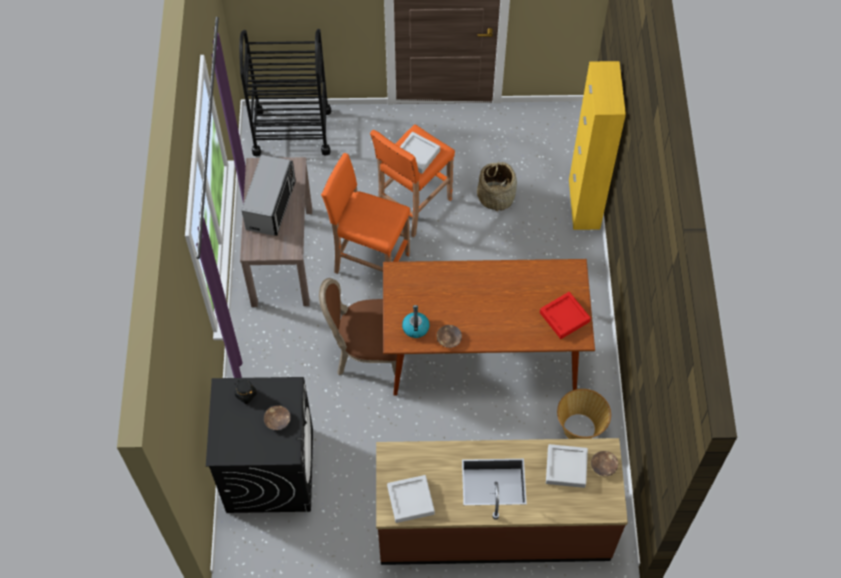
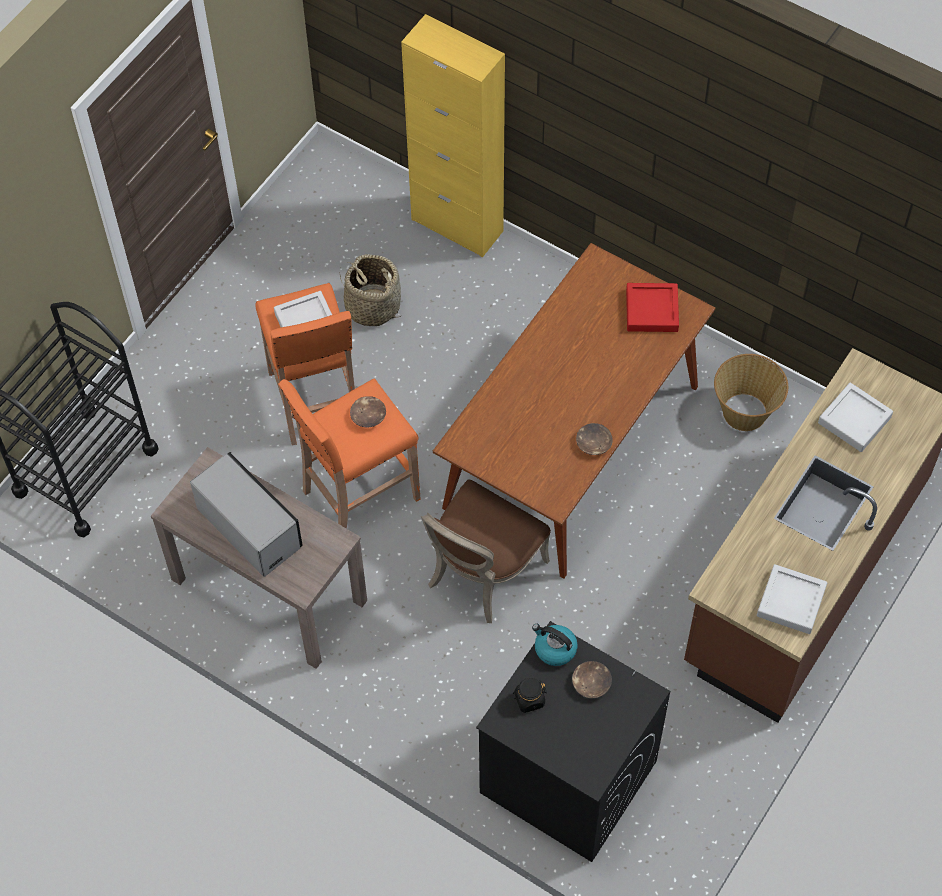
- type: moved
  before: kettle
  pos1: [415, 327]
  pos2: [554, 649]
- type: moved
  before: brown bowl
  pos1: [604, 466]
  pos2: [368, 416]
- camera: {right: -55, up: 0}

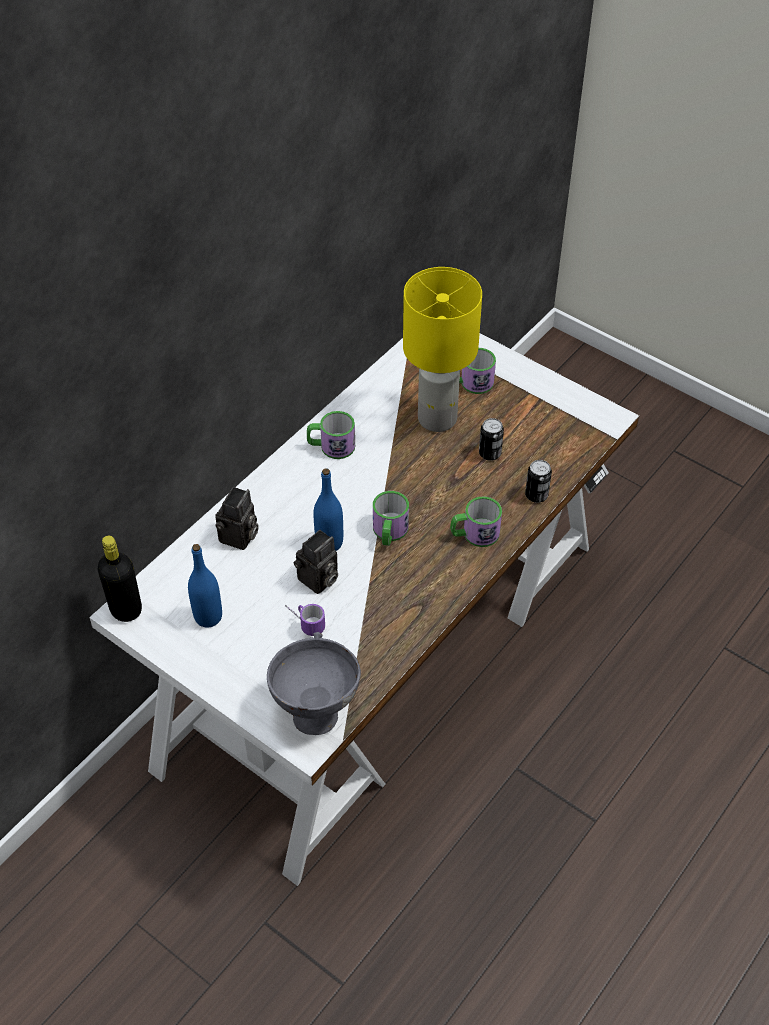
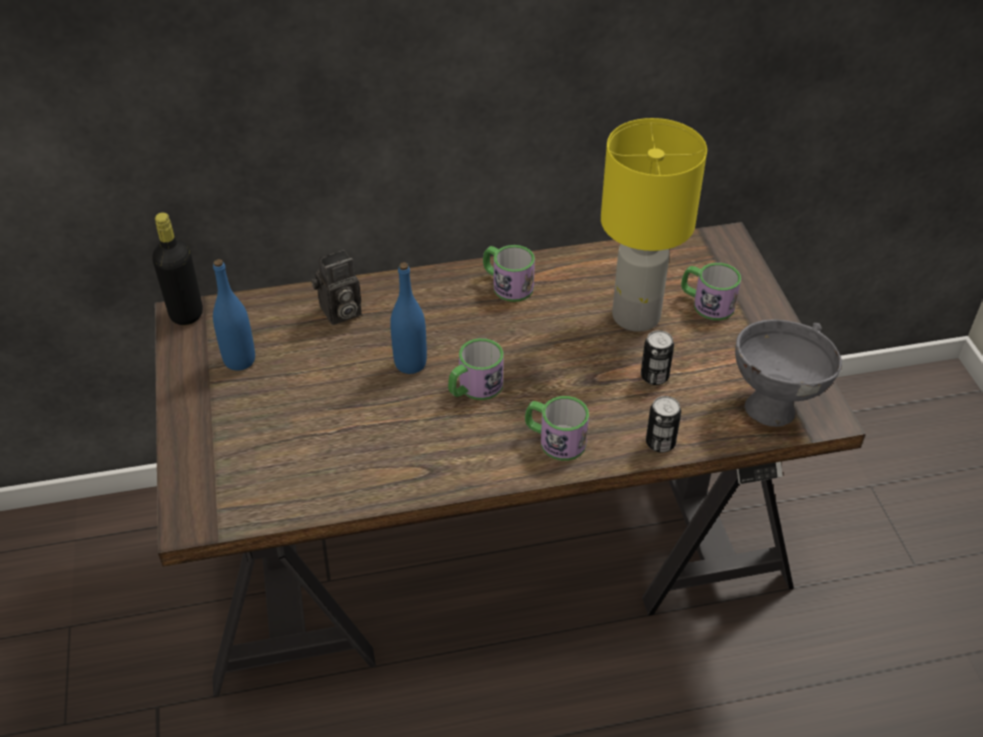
- type: recoloured
  before: white desk
  after: brown desk
  pos1: [380, 651]
  pos2: [490, 546]
- type: removed
  before: photo camera
  pos1: [318, 581]
- type: removed
  before: mug
  pos1: [303, 622]
- type: moved
  before: grey bowl
  pos1: [316, 709]
  pos2: [775, 404]
- camera: {right: 40, up: -5}

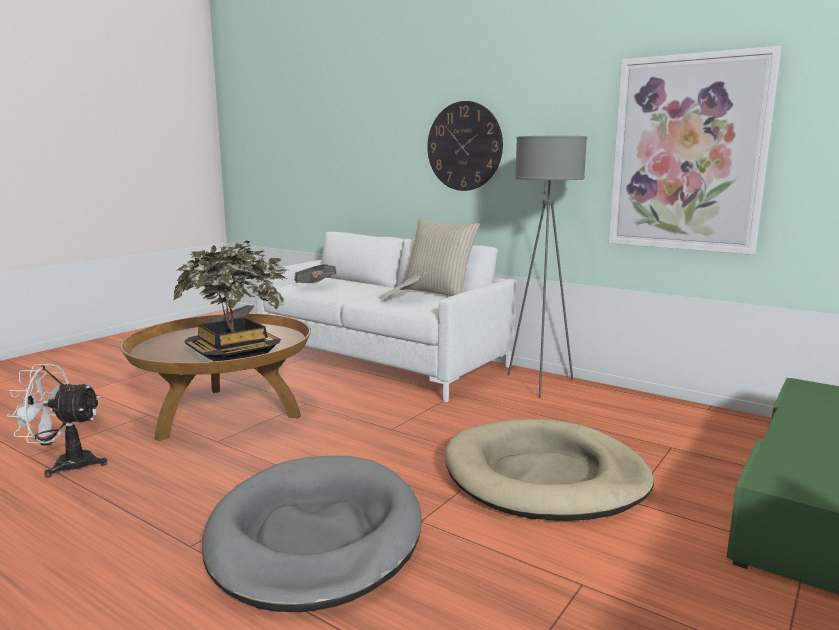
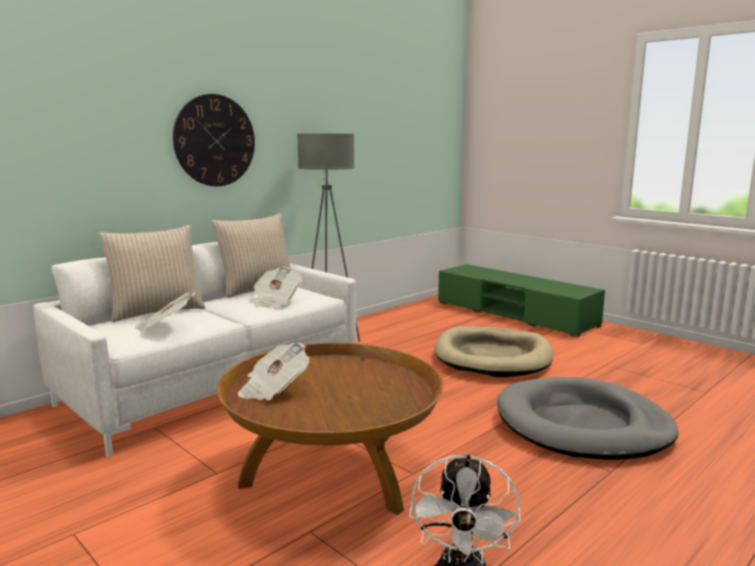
- type: removed
  before: picture
  pos1: [687, 154]
- type: removed
  before: potted plant
  pos1: [233, 354]
- type: added
  after: beige pillow
  pos2: [156, 311]
- camera: {right: -80, up: 0}

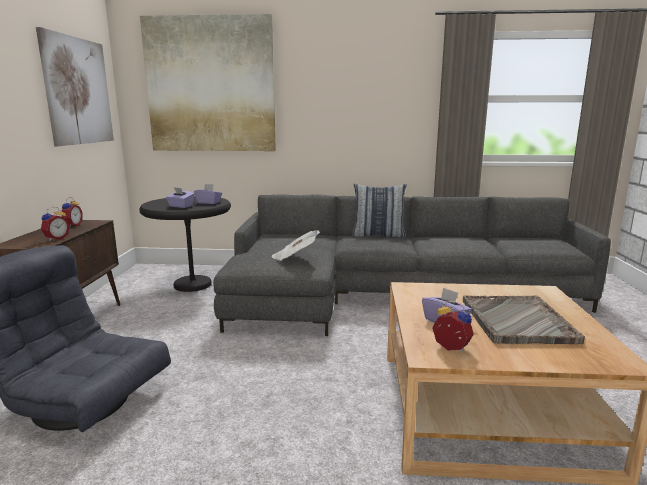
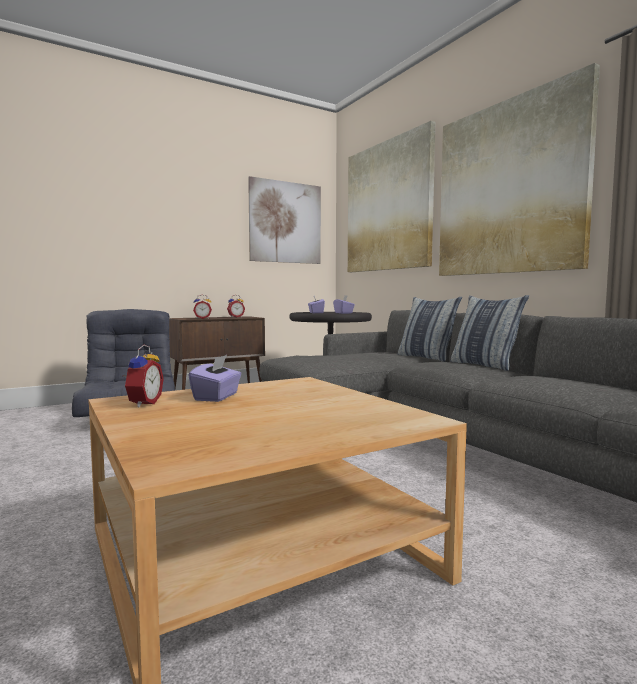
- type: removed
  before: newspaper
  pos1: [294, 258]
- type: removed
  before: grey tray
  pos1: [517, 321]
- type: added
  after: picture
  pos2: [508, 188]
- type: added
  after: pillow
  pos2: [426, 357]
- camera: {right: 55, up: -10}

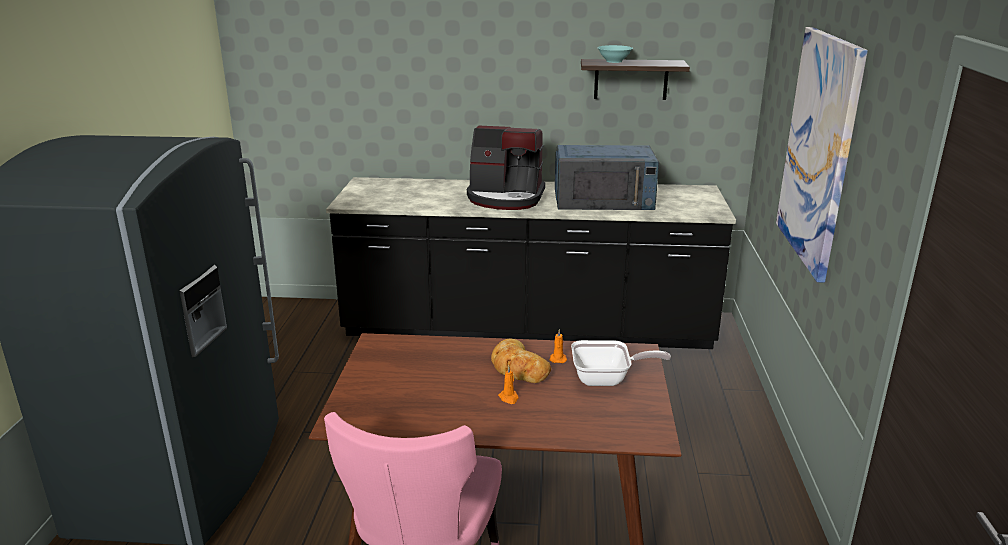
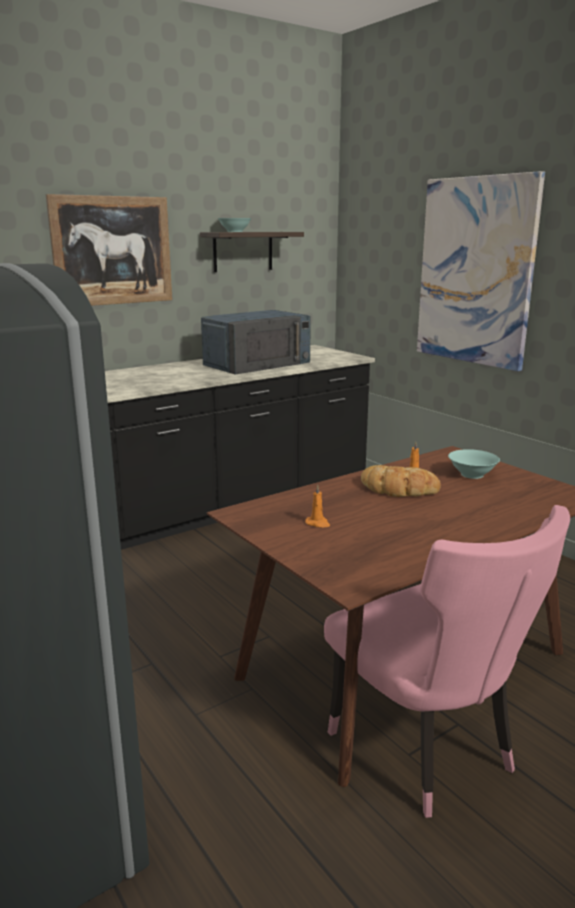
- type: removed
  before: coffee machine
  pos1: [506, 198]
- type: replaced
  before: frying pan
  after: turquoise bowl
  pos1: [607, 379]
  pos2: [472, 474]
- type: moved
  before: orange candle
  pos1: [509, 398]
  pos2: [318, 523]
- type: added
  after: picture
  pos2: [112, 251]
- camera: {right: -40, up: -5}

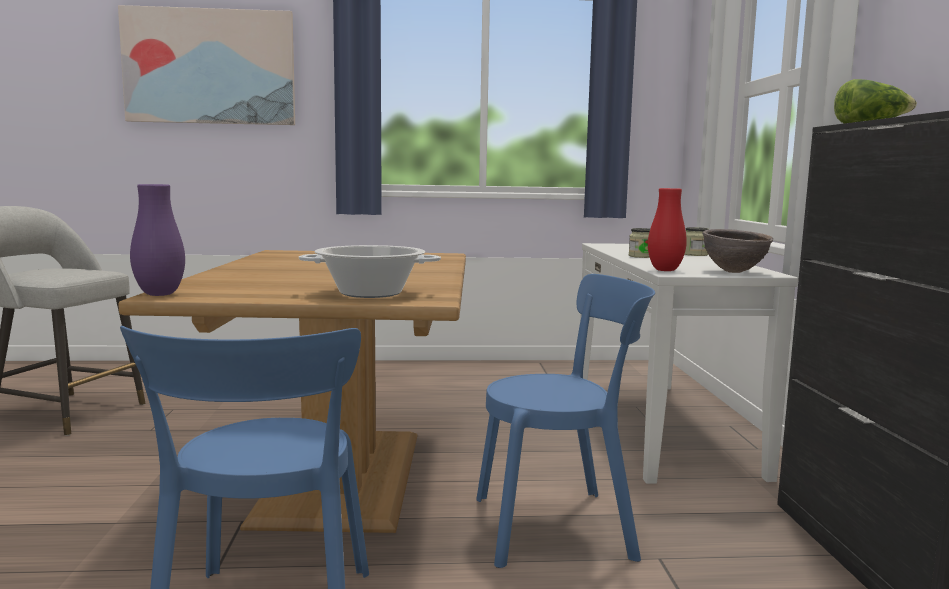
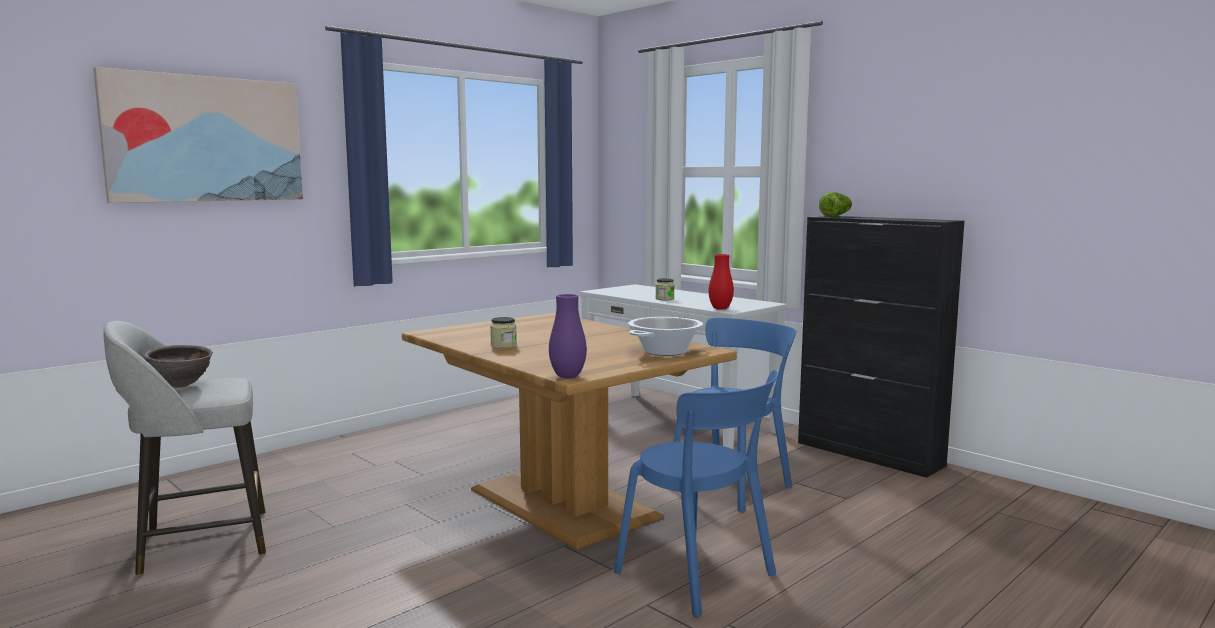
- type: moved
  before: jar
  pos1: [695, 254]
  pos2: [503, 346]
- type: moved
  before: brown bowl
  pos1: [734, 272]
  pos2: [181, 386]
- camera: {right: -40, up: 0}

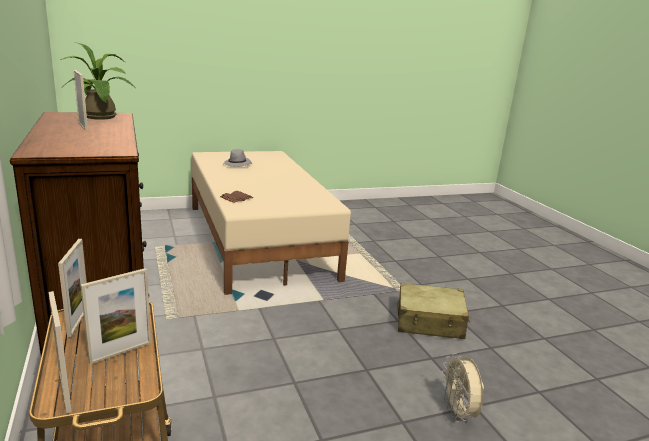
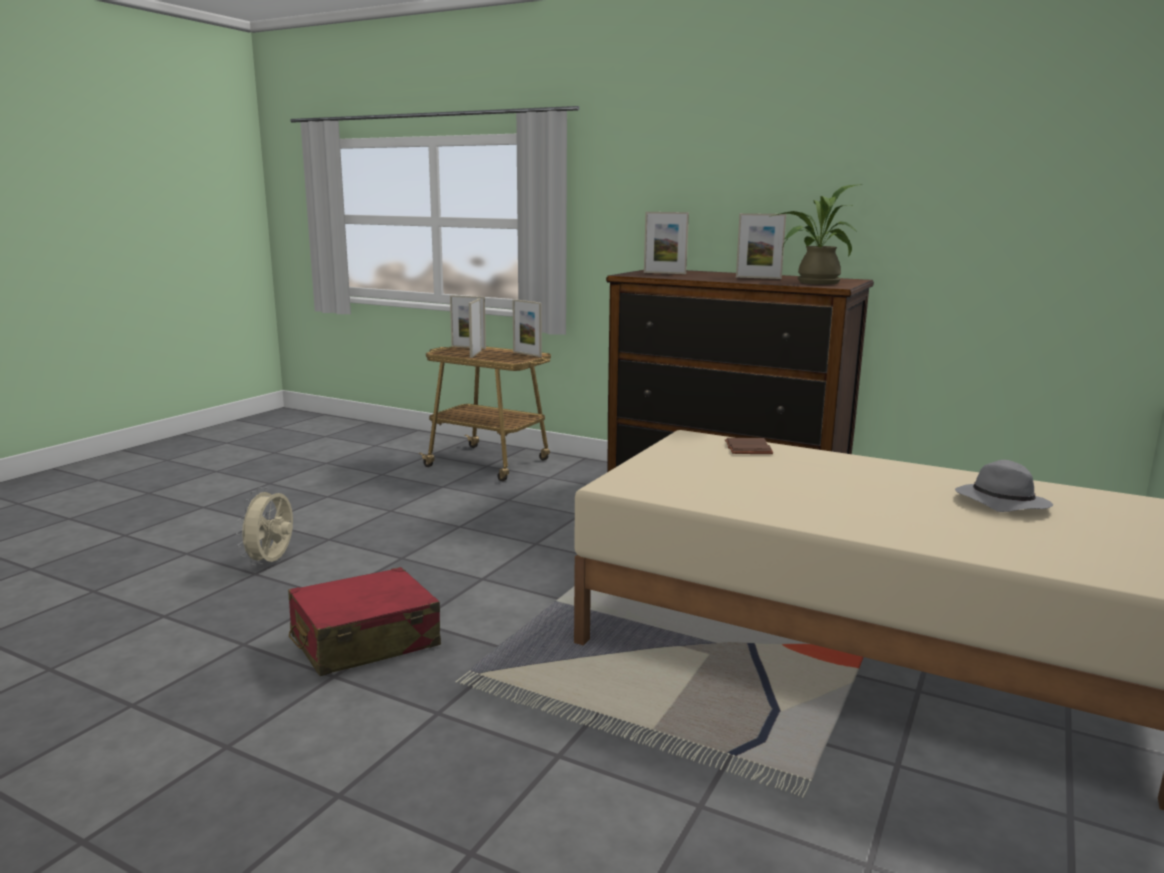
- type: recoloured
  before: beige suitcase
  after: red suitcase
  pos1: [430, 322]
  pos2: [364, 641]
- type: turned
  before: beige fan
  pos1: [458, 413]
  pos2: [272, 562]
  turn: -120
- type: added
  after: picture frame
  pos2: [664, 273]
- camera: {right: 140, up: -5}

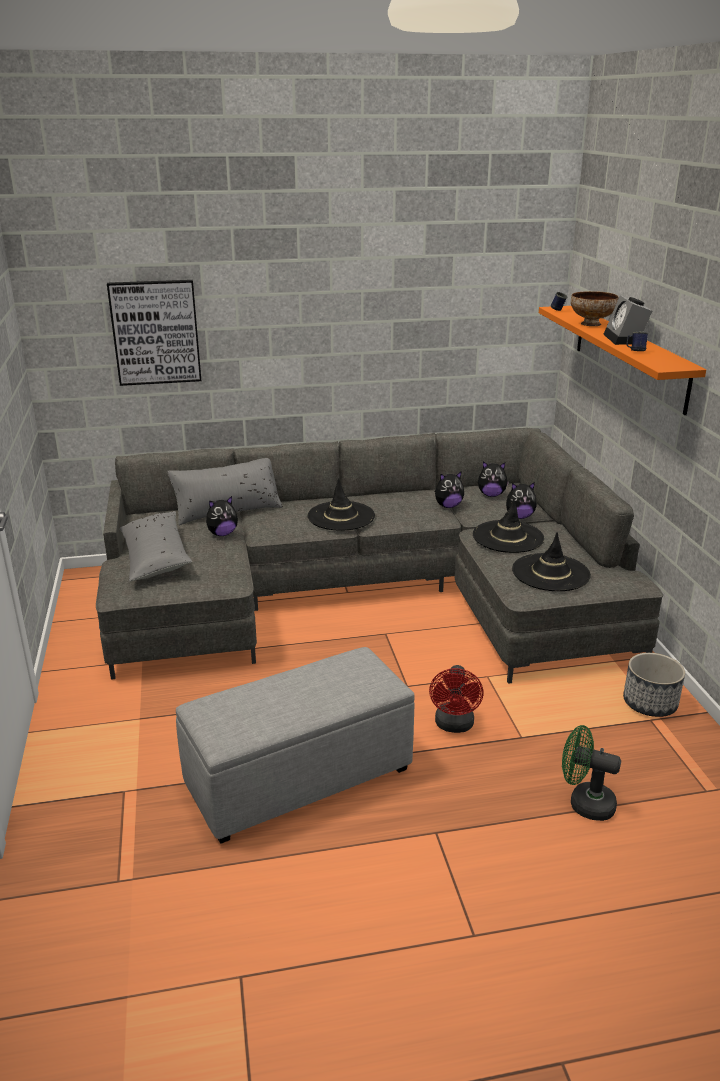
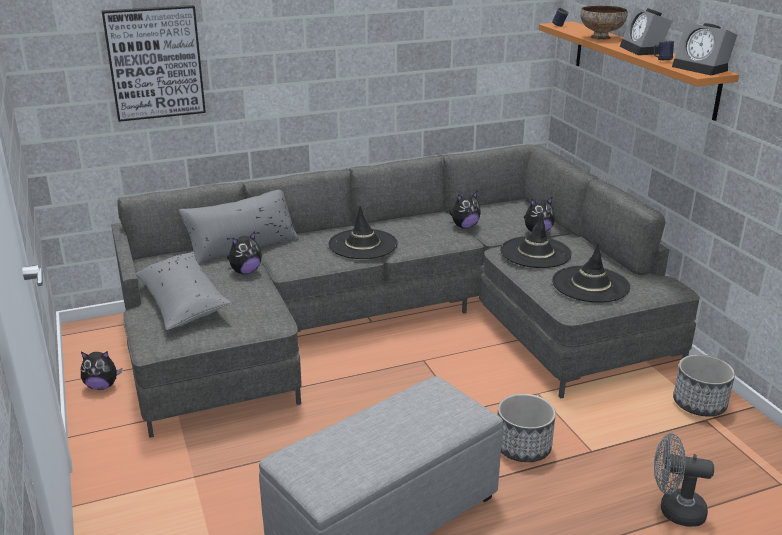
- type: moved
  before: plush toy
  pos1: [491, 495]
  pos2: [102, 386]
- type: replaced
  before: red fan
  after: planter
  pos1: [454, 726]
  pos2: [523, 447]
- type: recoloured
  before: green fan
  after: grey fan
  pos1: [584, 803]
  pos2: [674, 510]
- type: added
  after: alarm clock
  pos2: [702, 68]
- camera: {right: -10, up: 0}

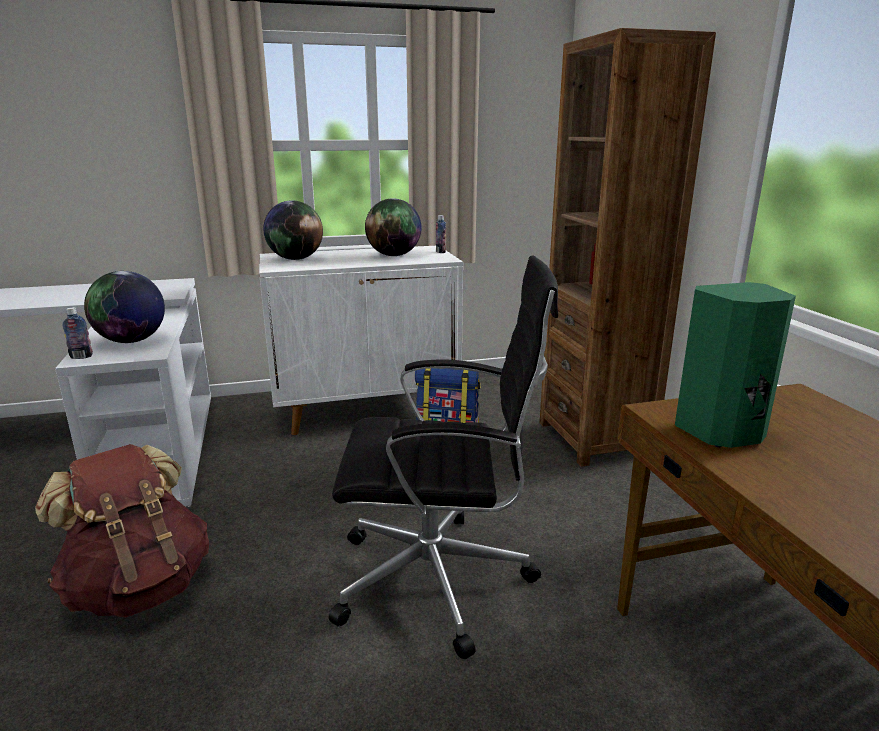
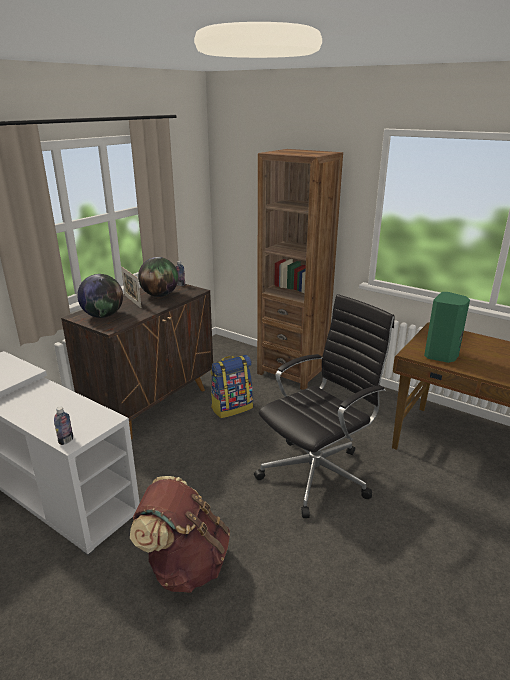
- type: recoloured
  before: white cabinet
  after: brown cabinet
  pos1: [366, 409]
  pos2: [152, 404]
- type: removed
  before: globe
  pos1: [131, 341]
- type: added
  after: picture frame
  pos2: [132, 301]
- camera: {right: -40, up: 5}

